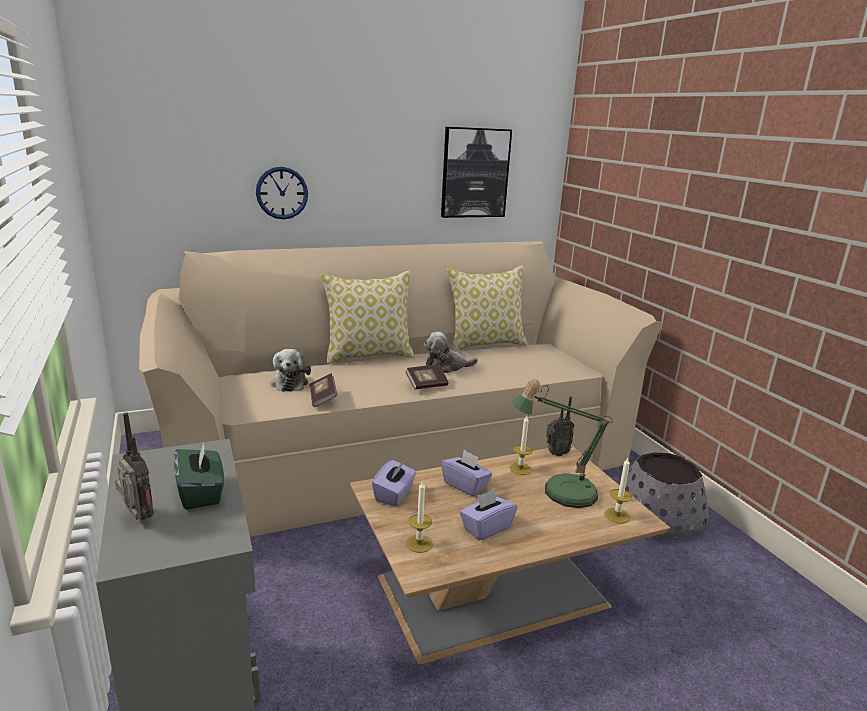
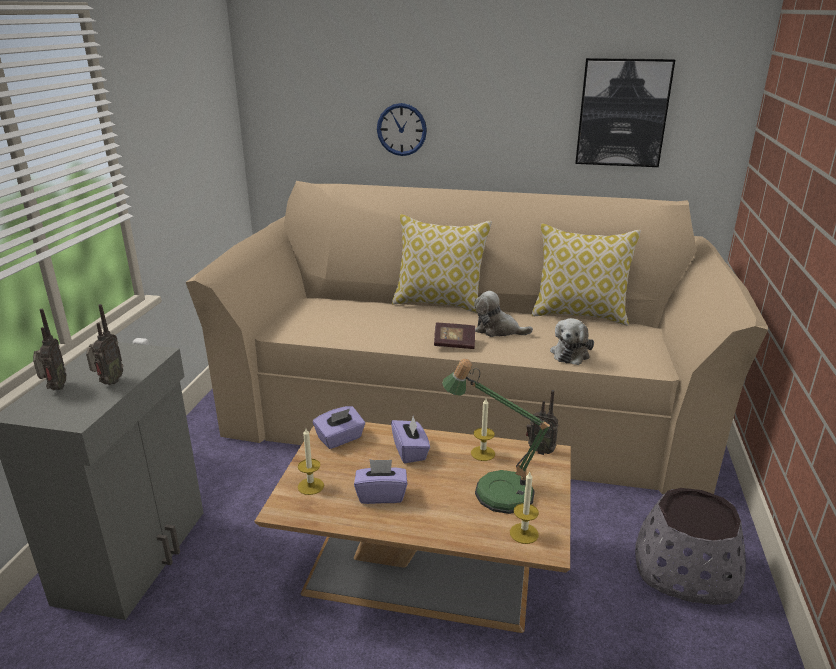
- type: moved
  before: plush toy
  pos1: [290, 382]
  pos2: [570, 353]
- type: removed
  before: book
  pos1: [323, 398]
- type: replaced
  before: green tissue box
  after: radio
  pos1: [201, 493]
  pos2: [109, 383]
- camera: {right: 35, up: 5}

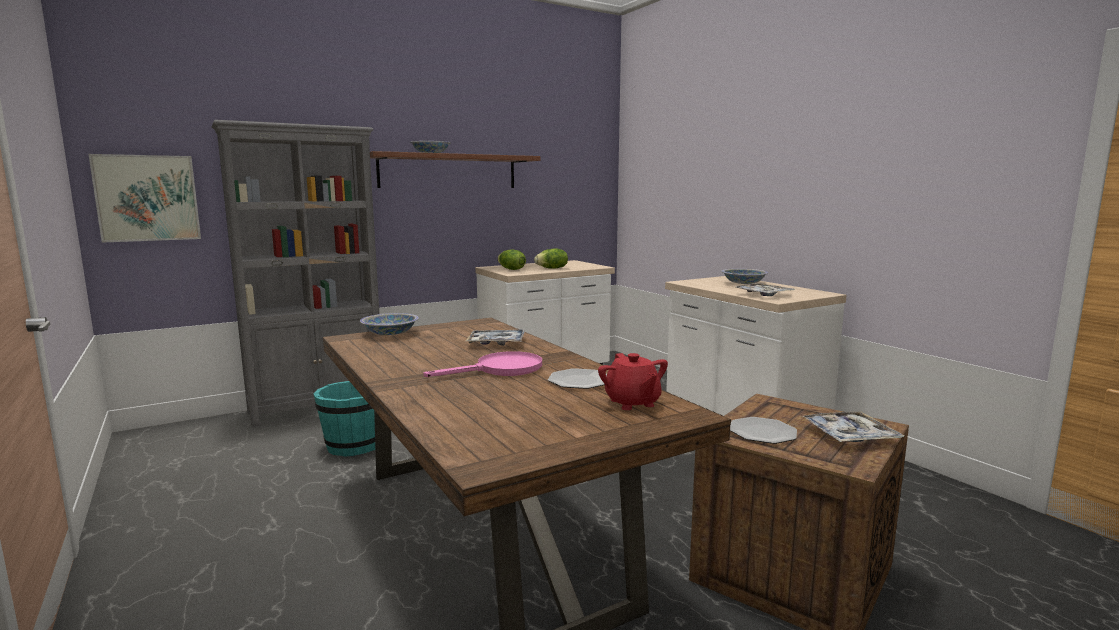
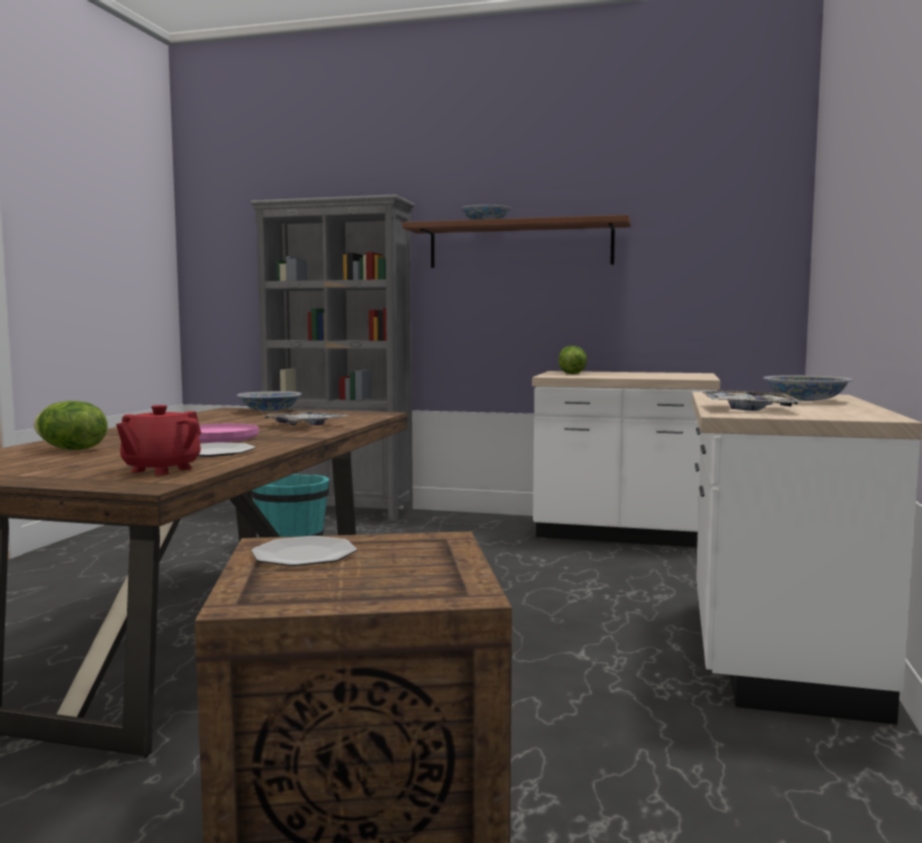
- type: removed
  before: picture
  pos1: [147, 198]
- type: moved
  before: lettuce
  pos1: [552, 268]
  pos2: [70, 449]
- type: removed
  before: tray
  pos1: [849, 435]
- camera: {right: 45, up: -5}

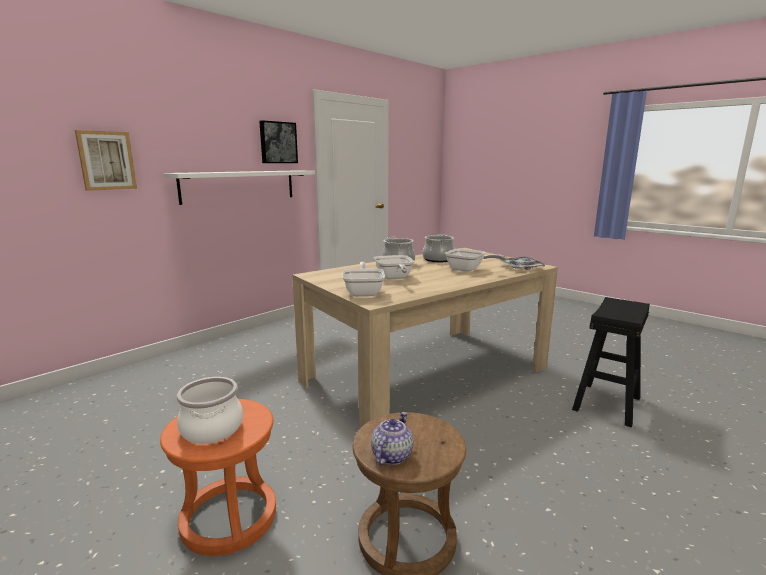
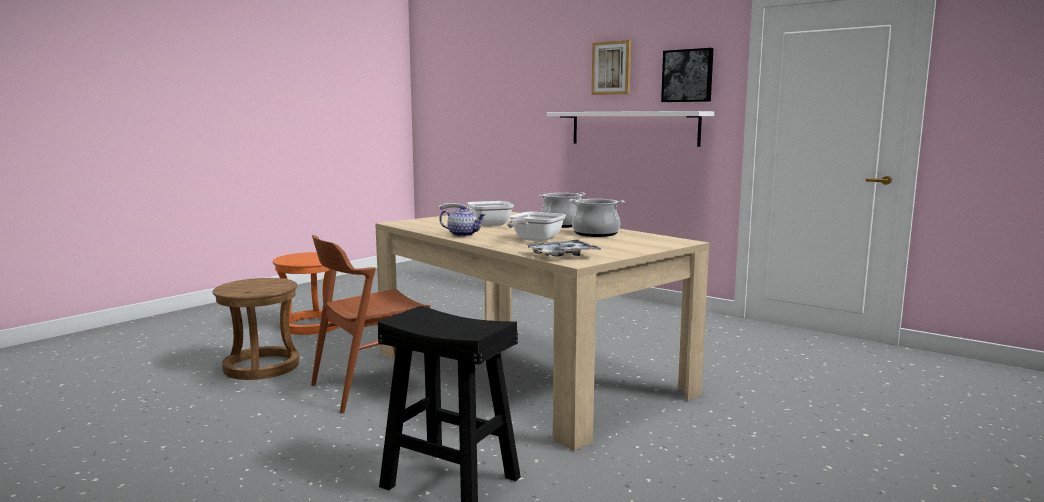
- type: moved
  before: picture
  pos1: [106, 160]
  pos2: [611, 68]
- type: removed
  before: frying pan
  pos1: [364, 292]
- type: removed
  before: cooking pot
  pos1: [211, 428]
- type: moved
  before: teapot
  pos1: [391, 455]
  pos2: [463, 234]
- type: added
  after: brown chair
  pos2: [371, 387]
- camera: {right: 85, up: -5}

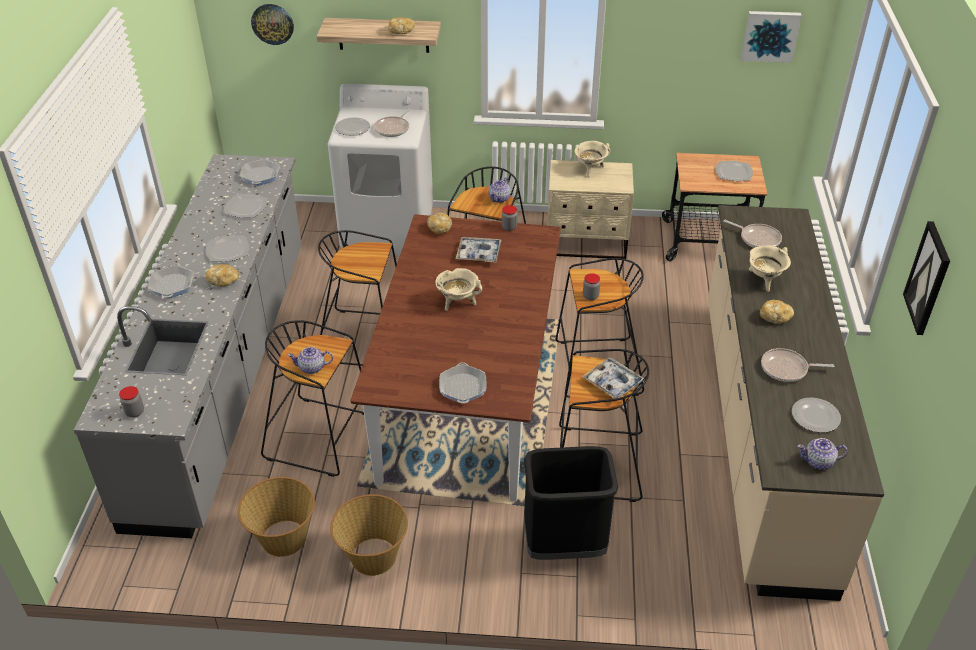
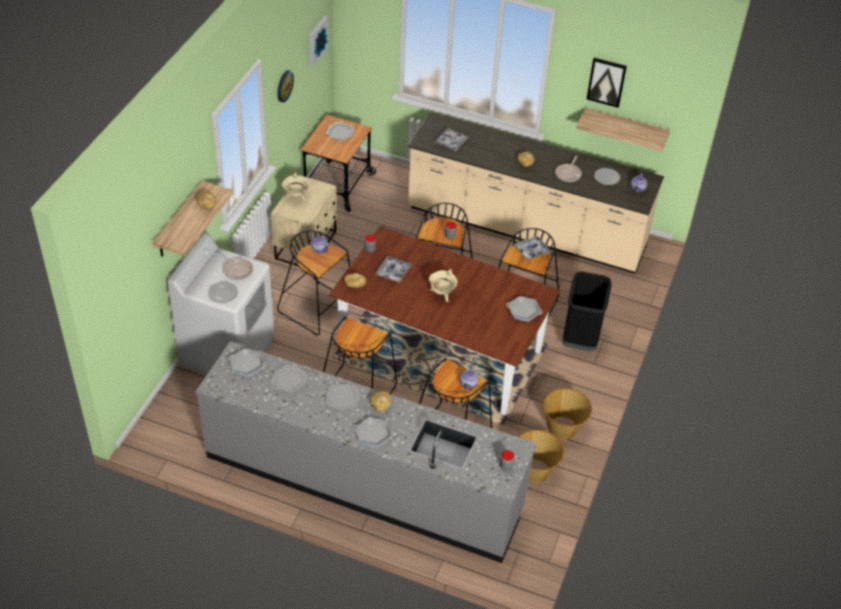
- type: moved
  before: wall clock
  pos1: [272, 23]
  pos2: [284, 86]
- type: replaced
  before: frying pan
  after: tray
  pos1: [757, 239]
  pos2: [451, 142]
- type: removed
  before: beige cooking pot
  pos1: [764, 281]
- type: added
  after: shelf
  pos2: [625, 128]
- camera: {right: -75, up: 5}

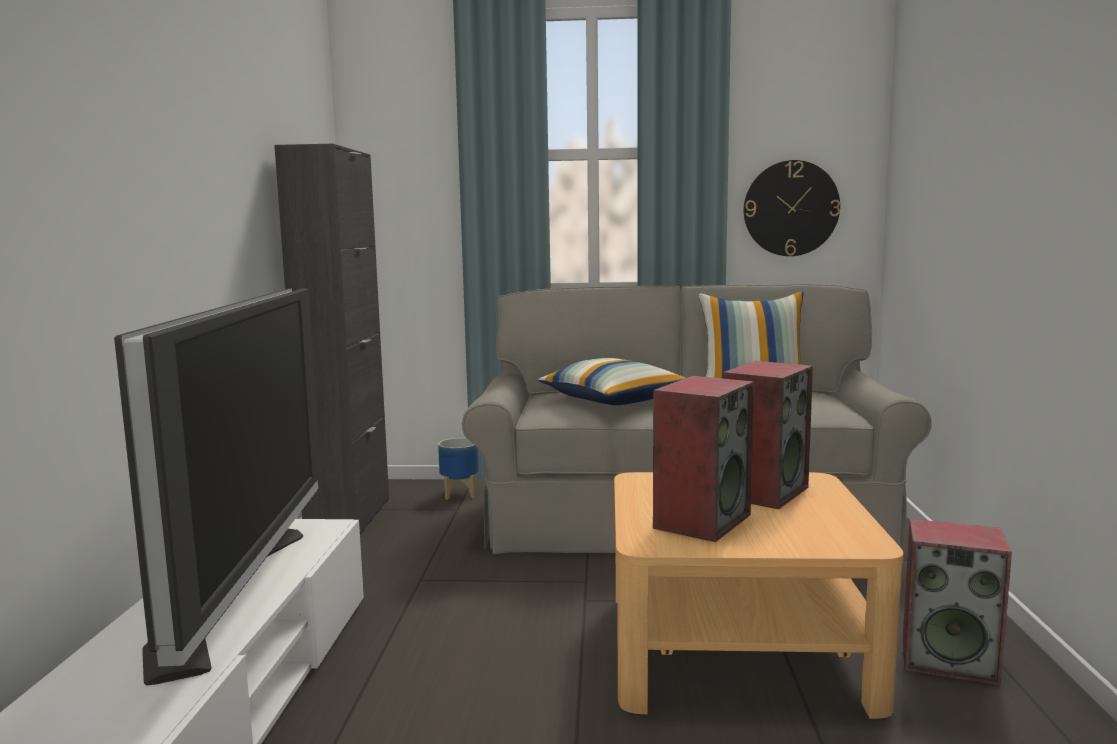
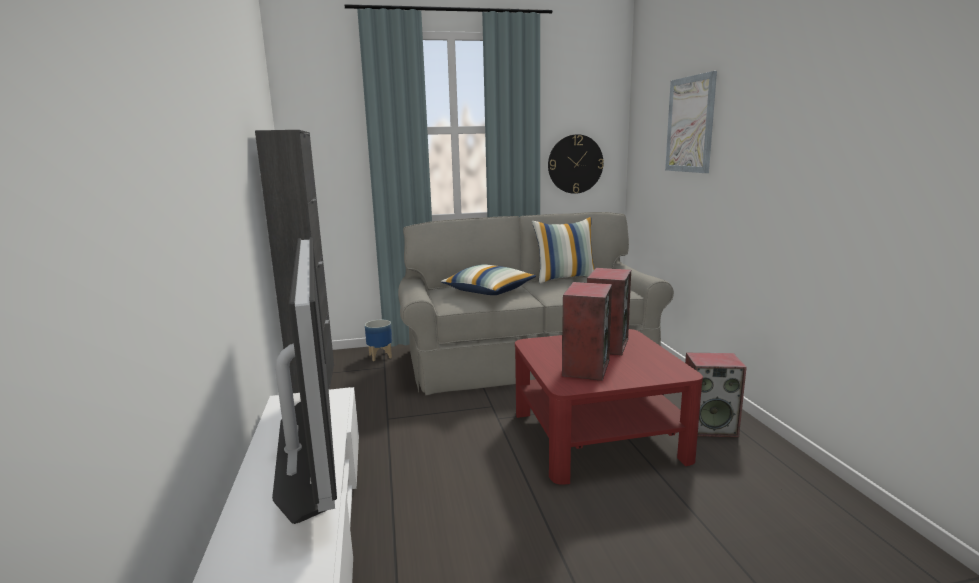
- type: recoloured
  before: beige coffee table
  after: red coffee table
  pos1: [737, 646]
  pos2: [598, 435]
- type: added
  after: picture
  pos2: [690, 124]
- camera: {right: -15, up: 5}

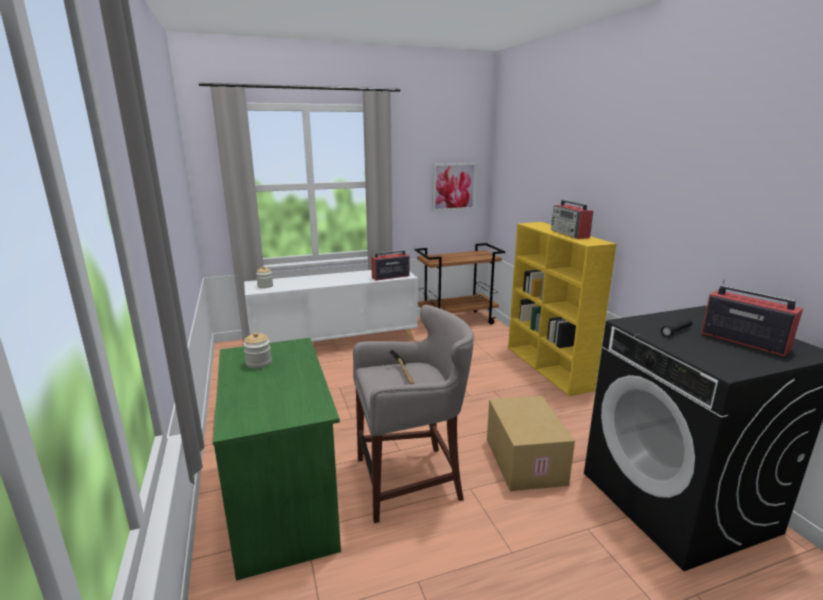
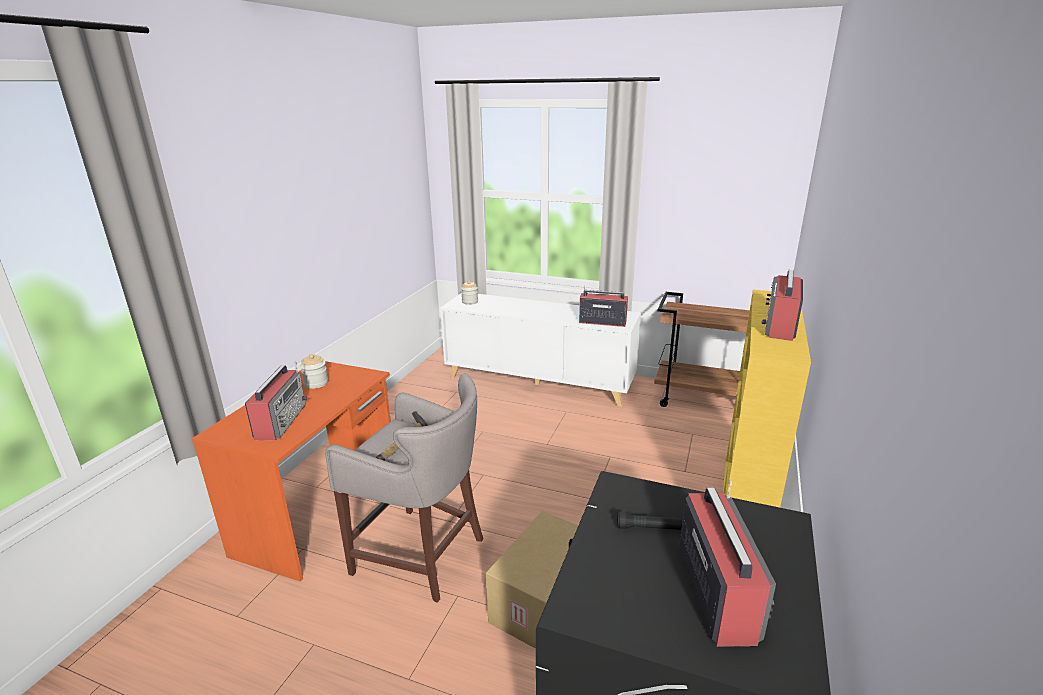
- type: removed
  before: picture
  pos1: [453, 186]
- type: recoloured
  before: green desk
  after: orange desk
  pos1: [284, 498]
  pos2: [322, 513]
- type: added
  after: radio
  pos2: [281, 420]
- camera: {right: 40, up: 5}

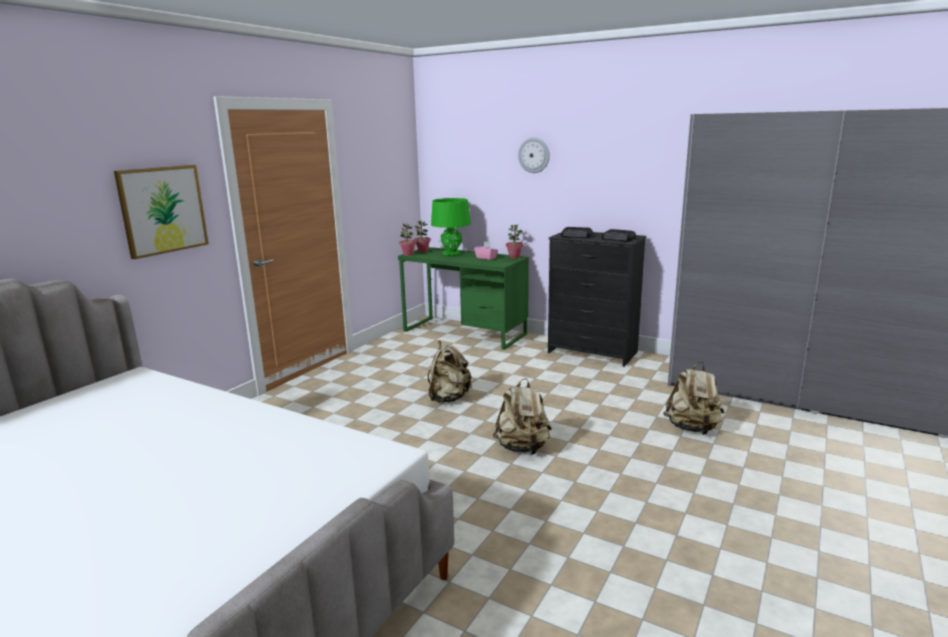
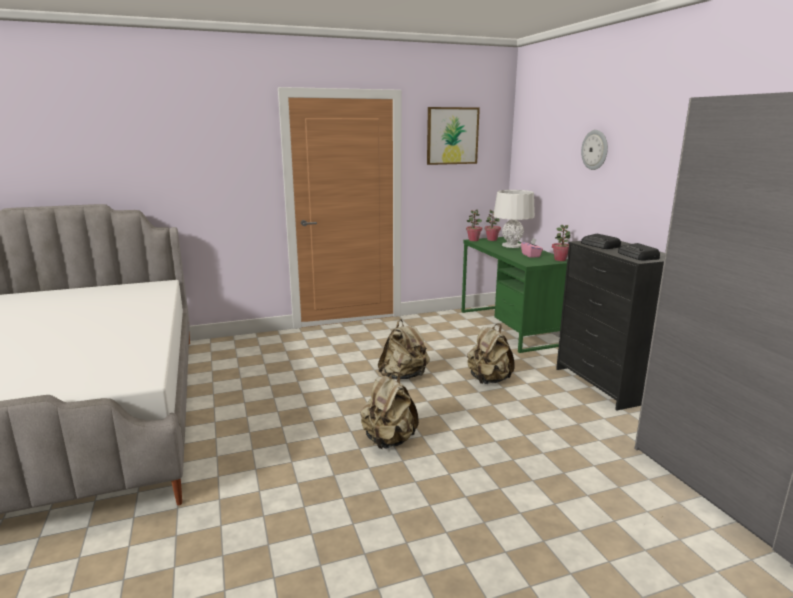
- type: moved
  before: picture
  pos1: [163, 210]
  pos2: [452, 136]
- type: recoloured
  before: green table lamp
  after: white table lamp
  pos1: [452, 253]
  pos2: [511, 245]
- type: moved
  before: beige backpack
  pos1: [692, 428]
  pos2: [488, 380]
- camera: {right: 40, up: 0}

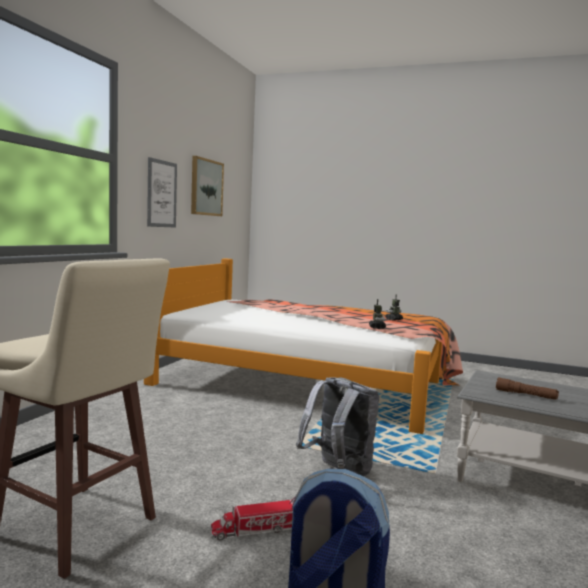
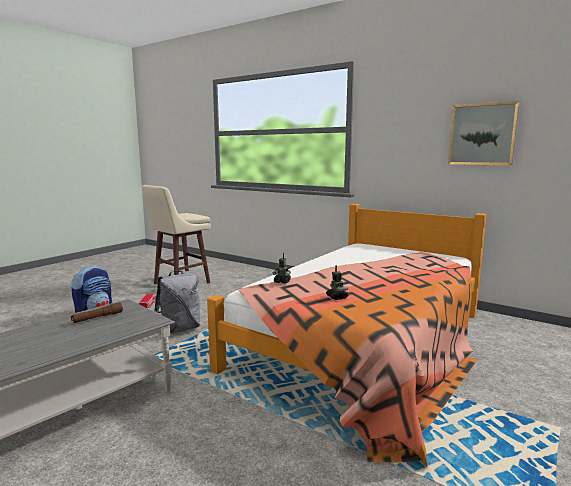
- type: removed
  before: picture
  pos1: [162, 194]
- camera: {right: 105, up: 5}

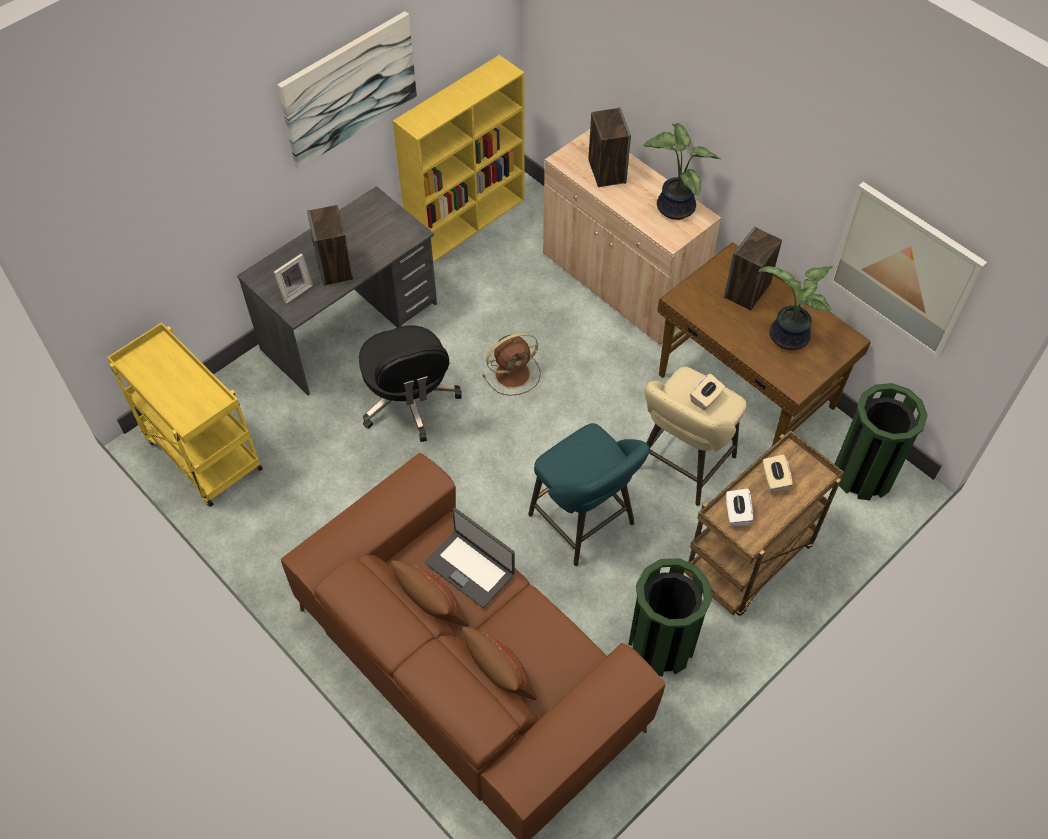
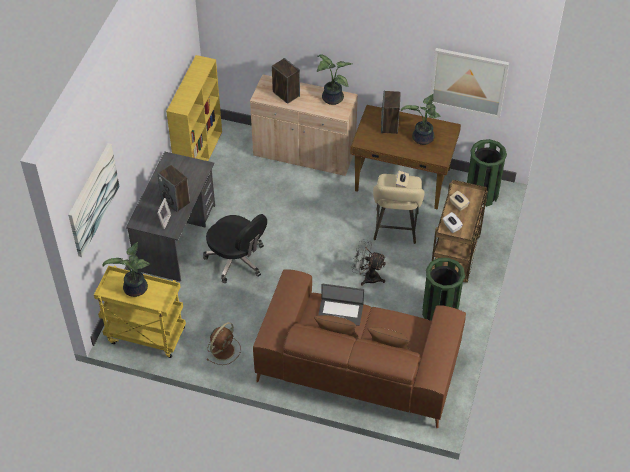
- type: moved
  before: picture
  pos1: [349, 89]
  pos2: [93, 199]
- type: moved
  before: brown fan
  pos1: [514, 373]
  pos2: [223, 349]
- type: replaced
  before: turquoise stool
  after: grey fan
  pos1: [585, 523]
  pos2: [367, 276]
- type: added
  after: potted plant
  pos2: [134, 289]
- camera: {right: -30, up: -5}

